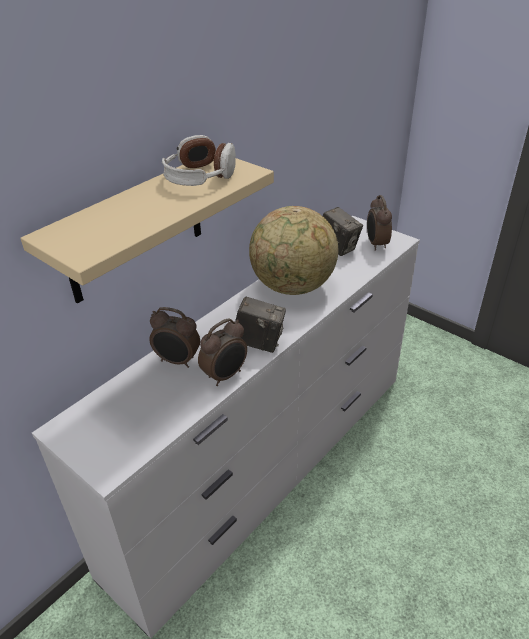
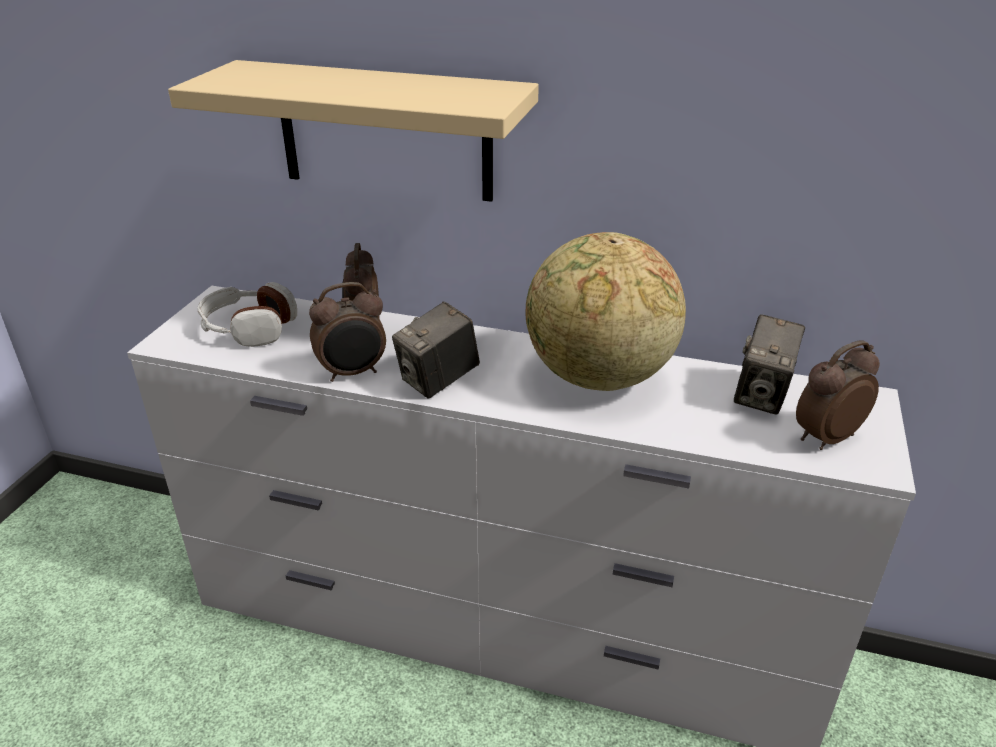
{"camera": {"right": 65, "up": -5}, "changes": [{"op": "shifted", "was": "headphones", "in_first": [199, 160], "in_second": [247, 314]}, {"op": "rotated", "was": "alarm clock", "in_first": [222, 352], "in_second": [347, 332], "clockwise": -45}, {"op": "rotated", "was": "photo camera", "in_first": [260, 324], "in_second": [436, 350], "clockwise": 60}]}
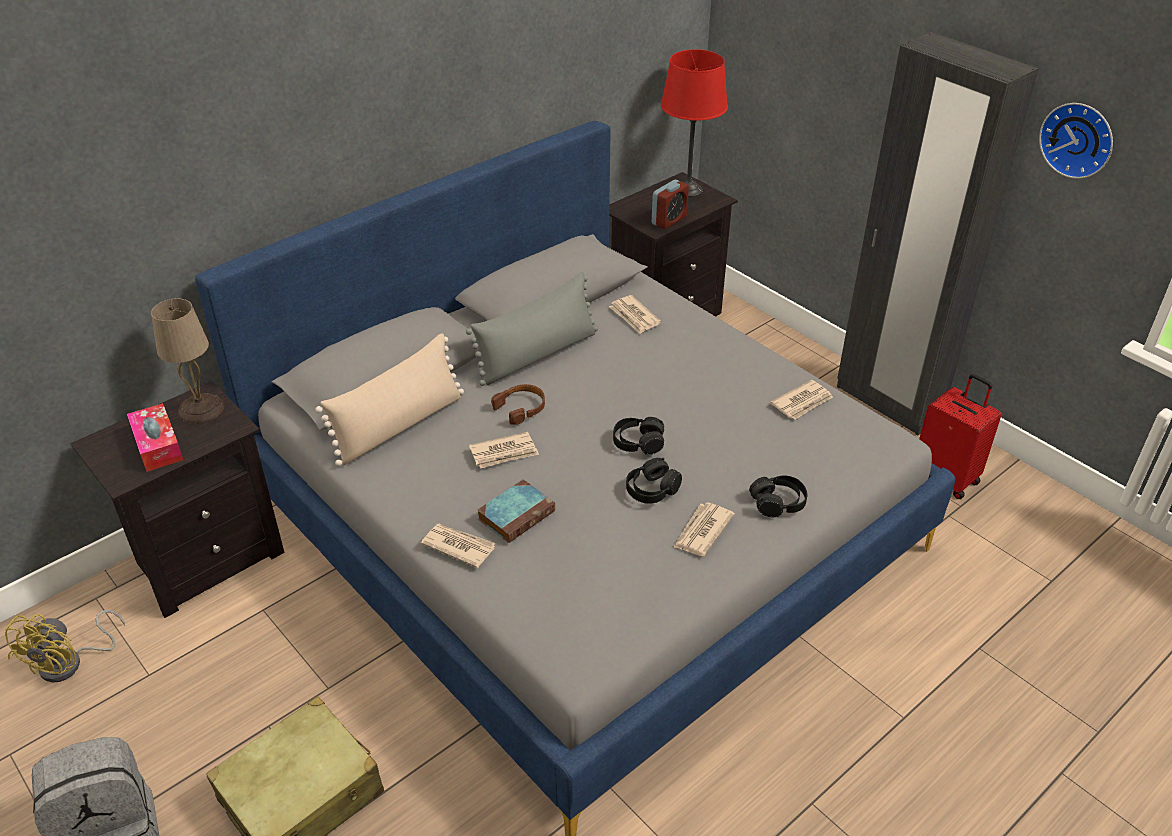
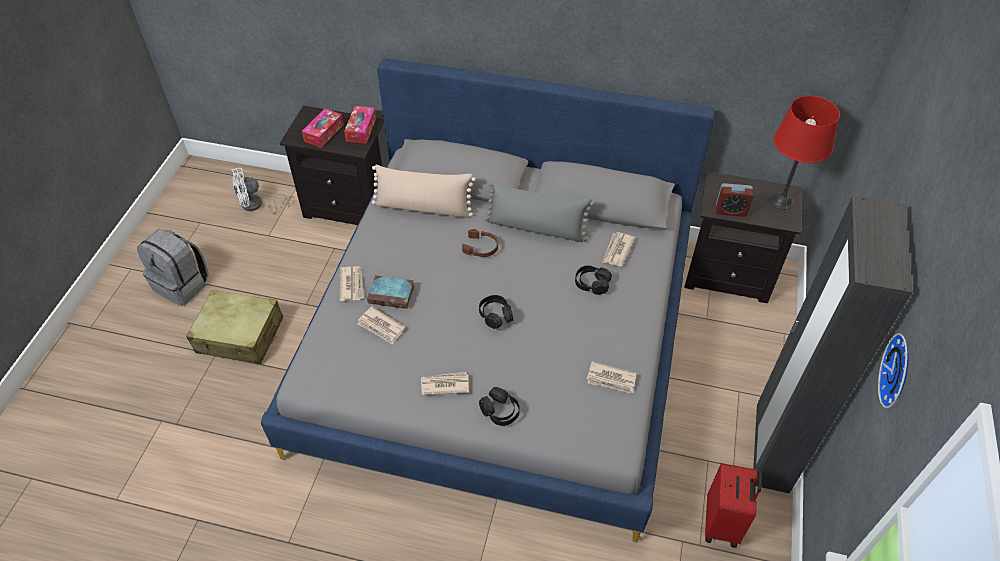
{"camera": {"right": 55, "up": 10}, "changes": [{"op": "repainted", "was": "yellow fan", "now": "white fan", "in_first": [65, 646], "in_second": [260, 190]}, {"op": "swapped", "was": "beige table lamp", "now": "tissue box", "in_first": [188, 361], "in_second": [360, 125]}, {"op": "shifted", "was": "newspaper", "in_first": [504, 450], "in_second": [381, 325]}, {"op": "shifted", "was": "black headphones", "in_first": [654, 481], "in_second": [593, 280]}]}
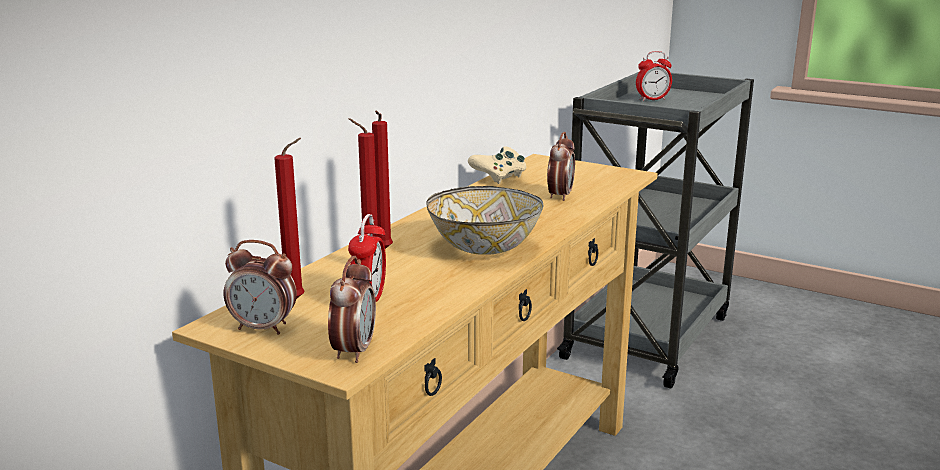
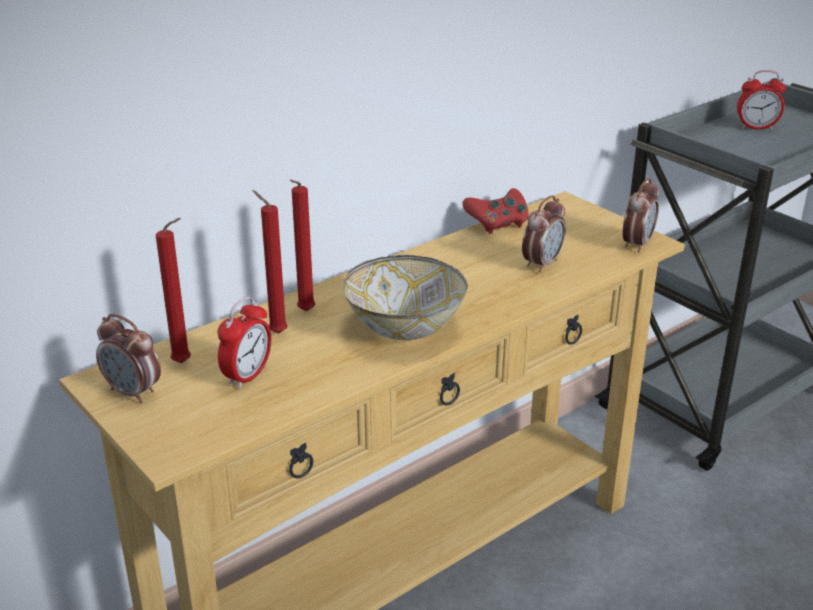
{"camera": {"right": 20, "up": 10}, "changes": [{"op": "shifted", "was": "alarm clock", "in_first": [352, 309], "in_second": [641, 214]}, {"op": "repainted", "was": "beige game controller", "now": "red game controller", "in_first": [497, 165], "in_second": [495, 211]}]}
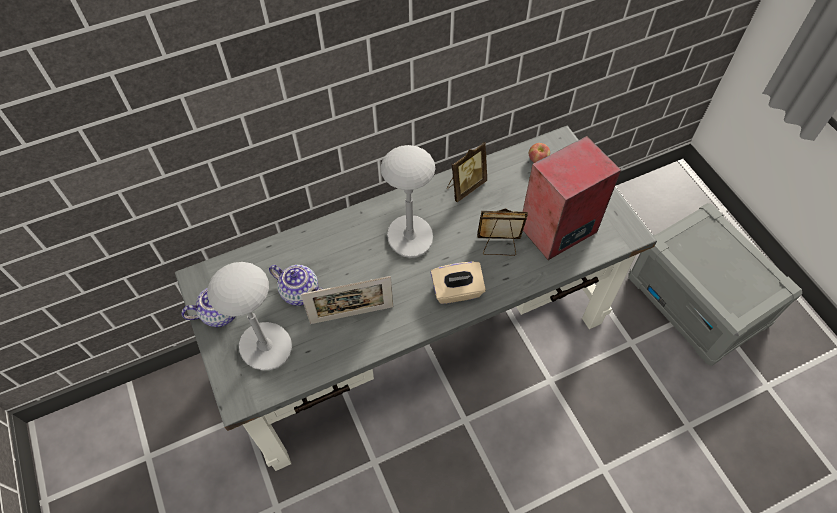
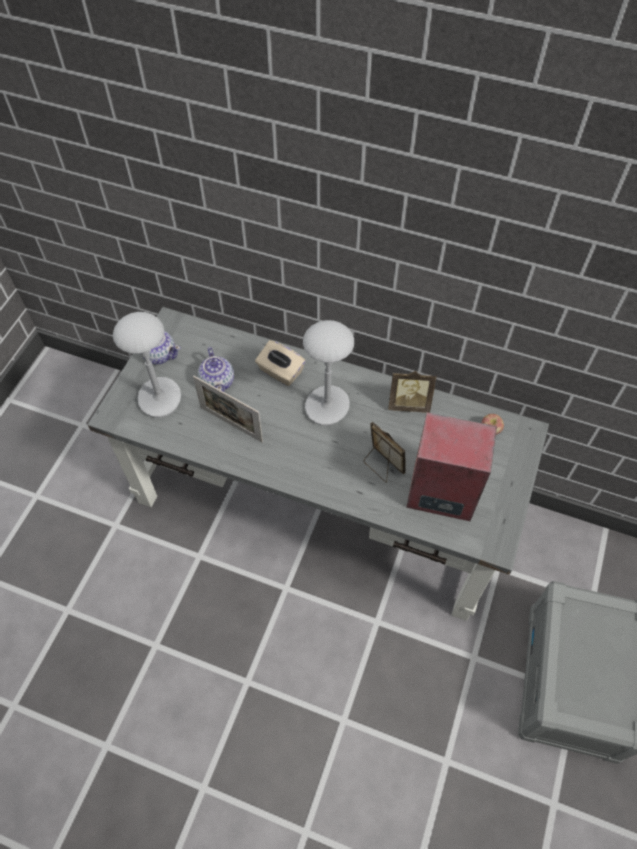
{"camera": {"right": 45, "up": 0}, "changes": [{"op": "shifted", "was": "beige tissue box", "in_first": [458, 282], "in_second": [280, 363]}]}
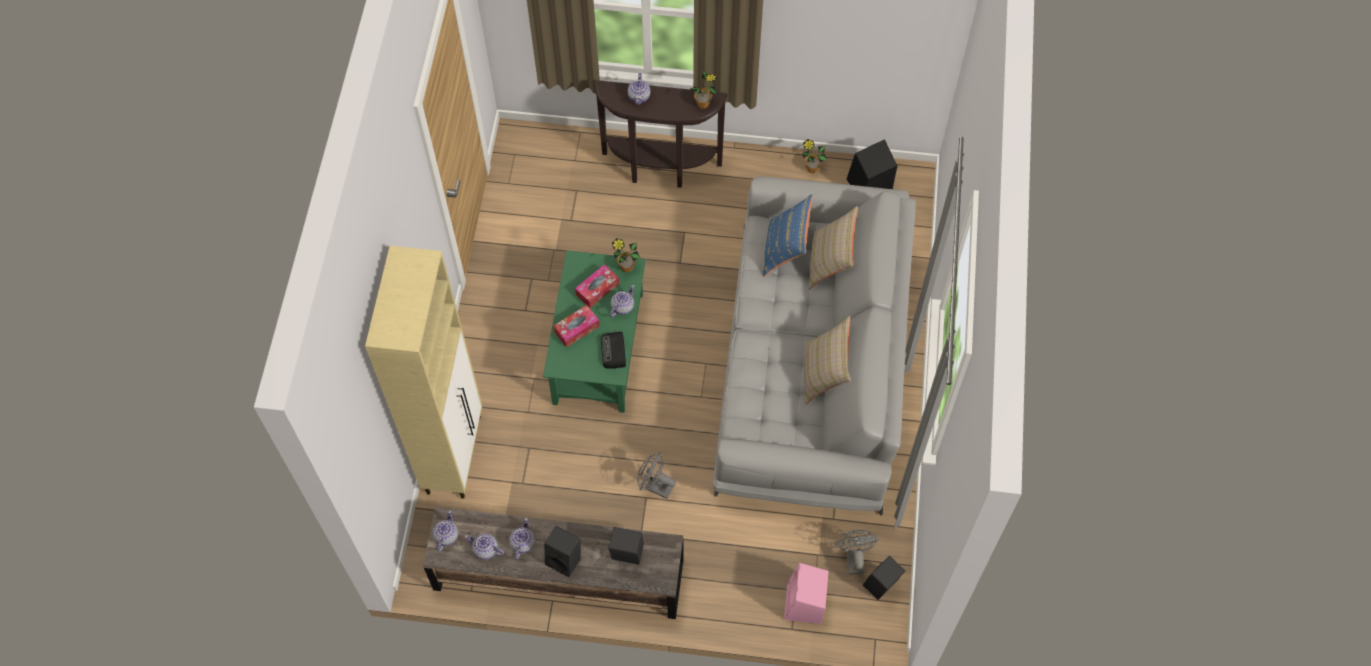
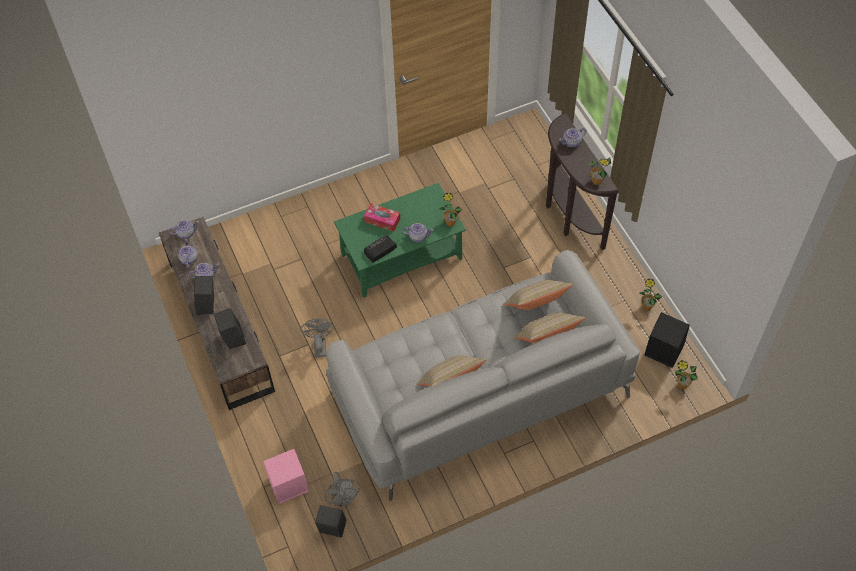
{"camera": {"right": 60, "up": -5}, "changes": [{"op": "gone", "was": "beige cabinet", "in_first": [423, 372]}, {"op": "gone", "was": "tissue box", "in_first": [597, 286]}, {"op": "repainted", "was": "blue pillow", "now": "beige pillow", "in_first": [788, 235], "in_second": [538, 295]}, {"op": "rotated", "was": "grey fan", "in_first": [857, 552], "in_second": [342, 489], "clockwise": 105}, {"op": "new", "now": "potted plant", "in_second": [686, 374]}]}
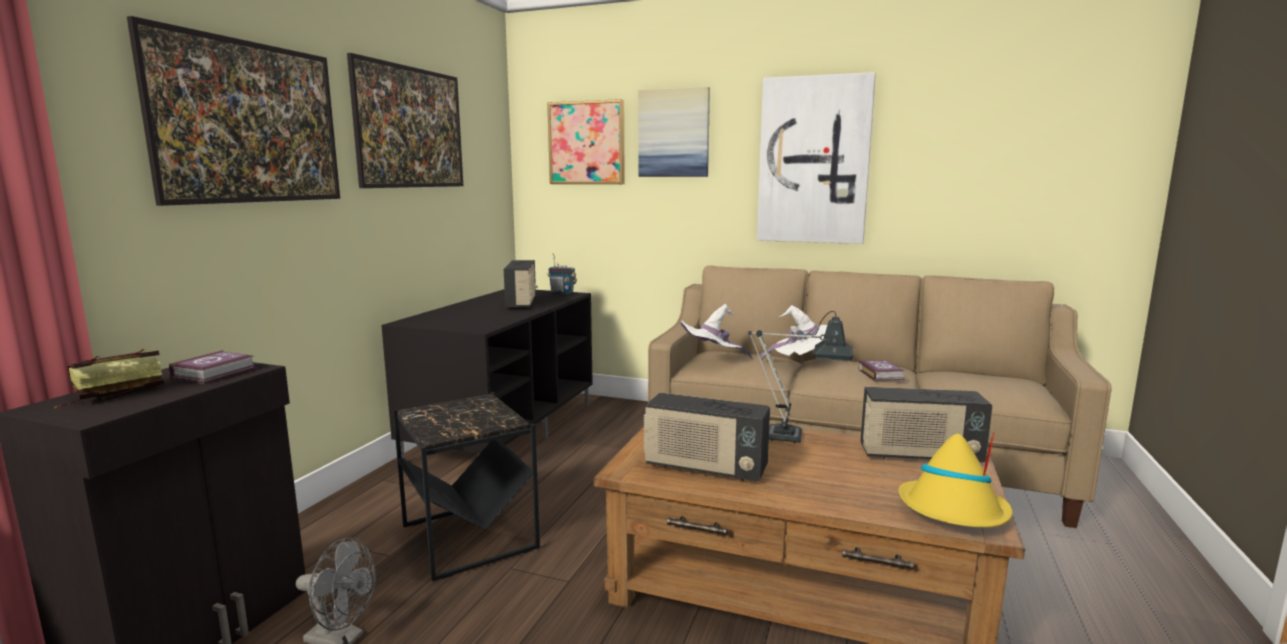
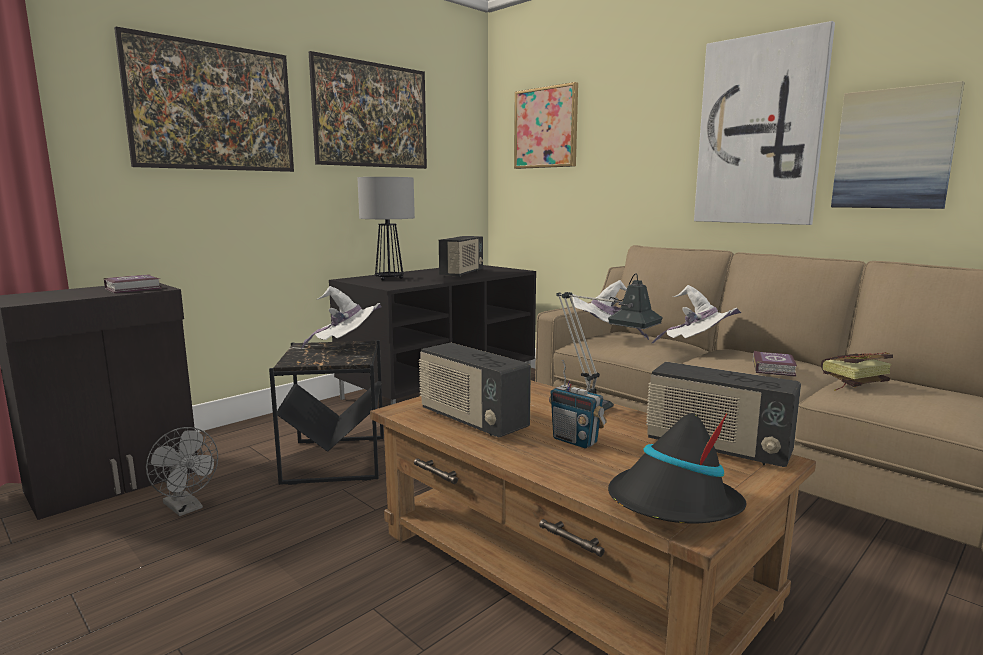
{"camera": {"right": 25, "up": 0}, "changes": [{"op": "shifted", "was": "book", "in_first": [109, 378], "in_second": [857, 372]}, {"op": "shifted", "was": "radio", "in_first": [562, 273], "in_second": [578, 404]}, {"op": "shifted", "was": "picture", "in_first": [674, 132], "in_second": [897, 145]}, {"op": "repainted", "was": "yellow hat", "now": "black hat", "in_first": [955, 479], "in_second": [677, 468]}, {"op": "new", "now": "white hat", "in_second": [341, 317]}, {"op": "new", "now": "table lamp", "in_second": [386, 228]}]}
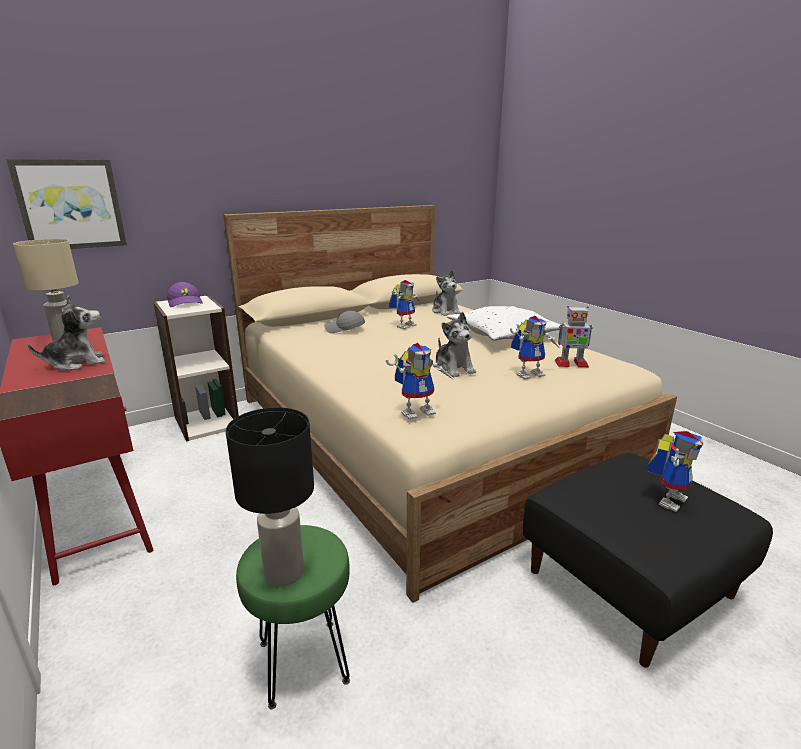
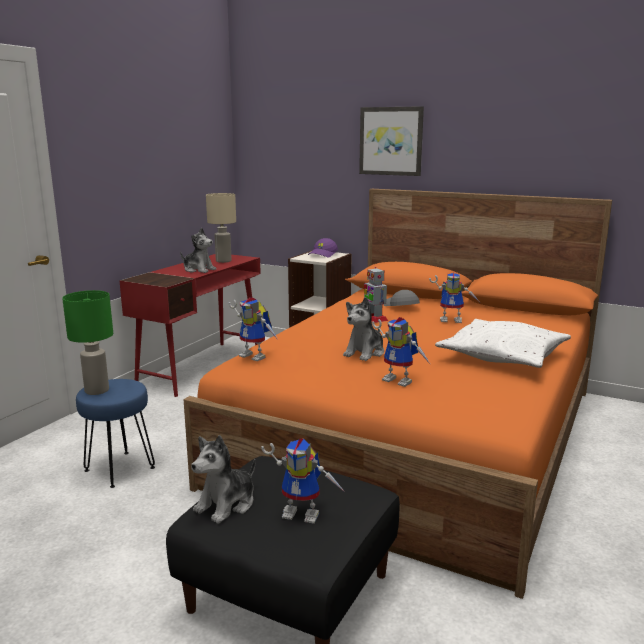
{"camera": {"right": 60, "up": -5}, "changes": [{"op": "shifted", "was": "picture", "in_first": [66, 204], "in_second": [391, 141]}, {"op": "repainted", "was": "beige bed", "now": "orange bed", "in_first": [450, 404], "in_second": [398, 394]}, {"op": "repainted", "was": "black table lamp", "now": "green table lamp", "in_first": [270, 496], "in_second": [87, 342]}, {"op": "repainted", "was": "green stool", "now": "blue stool", "in_first": [293, 617], "in_second": [115, 433]}, {"op": "shifted", "was": "plush toy", "in_first": [446, 293], "in_second": [223, 479]}, {"op": "shifted", "was": "toy robot", "in_first": [574, 336], "in_second": [376, 295]}]}
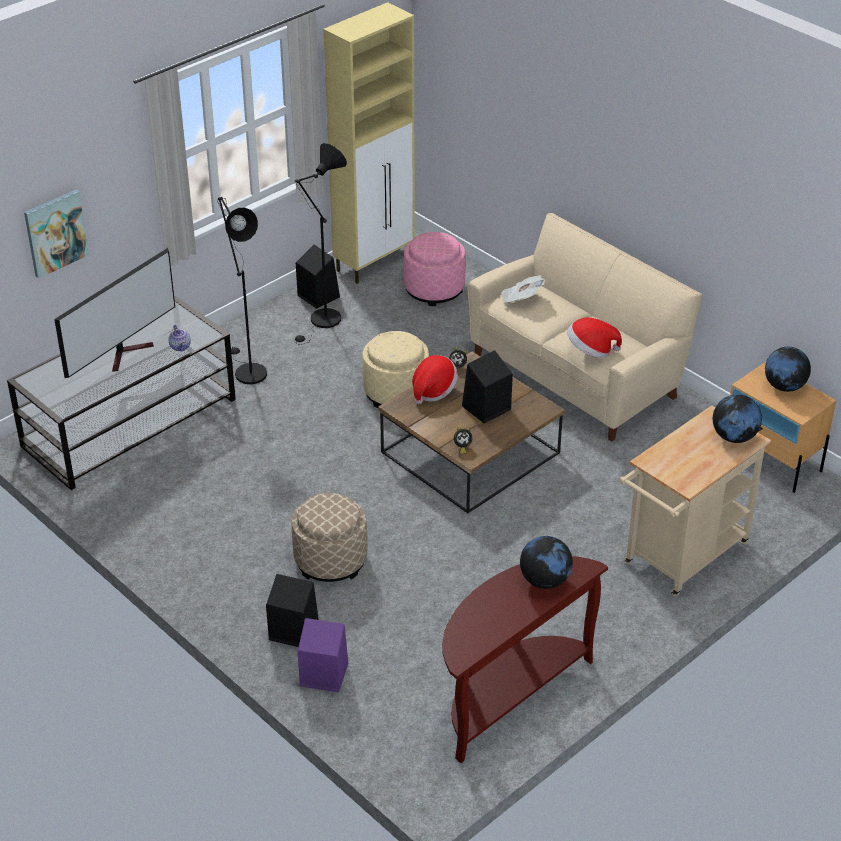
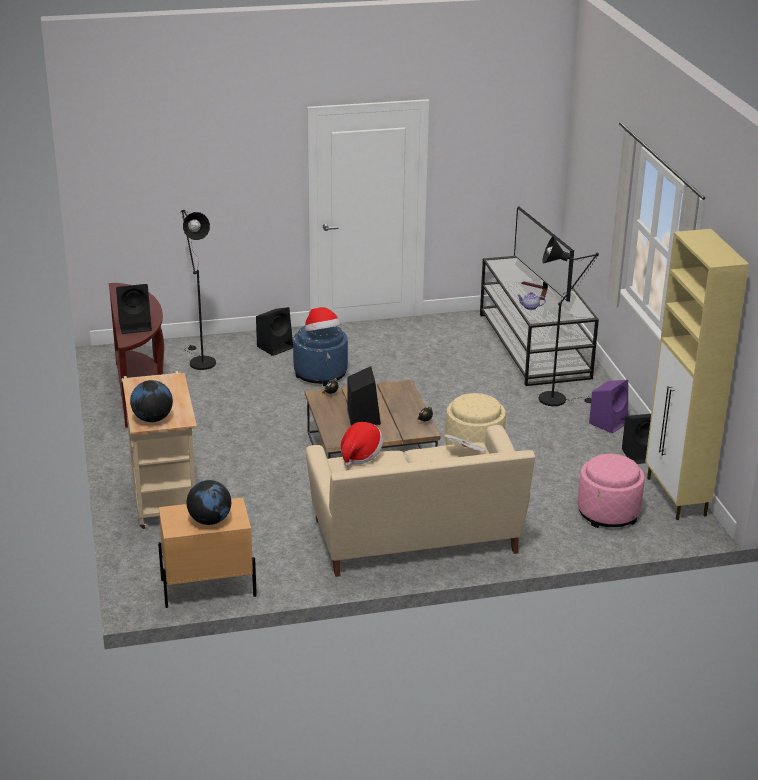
{"camera": {"right": 120, "up": -10}, "changes": [{"op": "gone", "was": "picture", "in_first": [56, 233]}, {"op": "repainted", "was": "beige ottoman", "now": "blue ottoman", "in_first": [329, 537], "in_second": [320, 356]}, {"op": "shifted", "was": "black floor lamp", "in_first": [320, 244], "in_second": [198, 290]}, {"op": "shifted", "was": "purple speaker", "in_first": [322, 655], "in_second": [608, 406]}, {"op": "shifted", "was": "hat", "in_first": [435, 379], "in_second": [322, 319]}, {"op": "swapped", "was": "globe", "now": "black speaker", "in_first": [546, 562], "in_second": [134, 309]}]}
